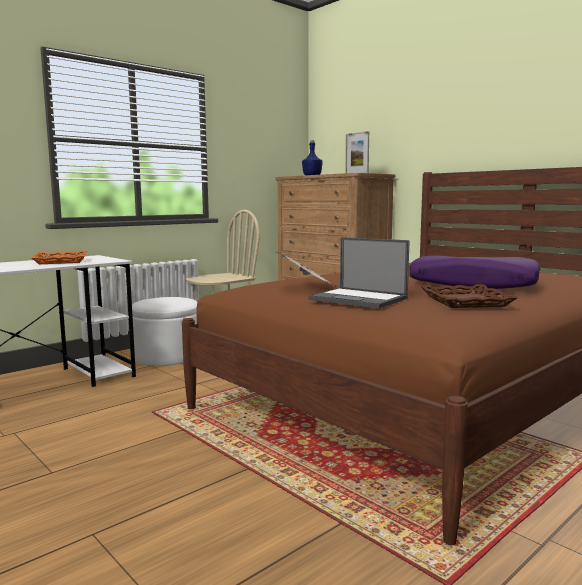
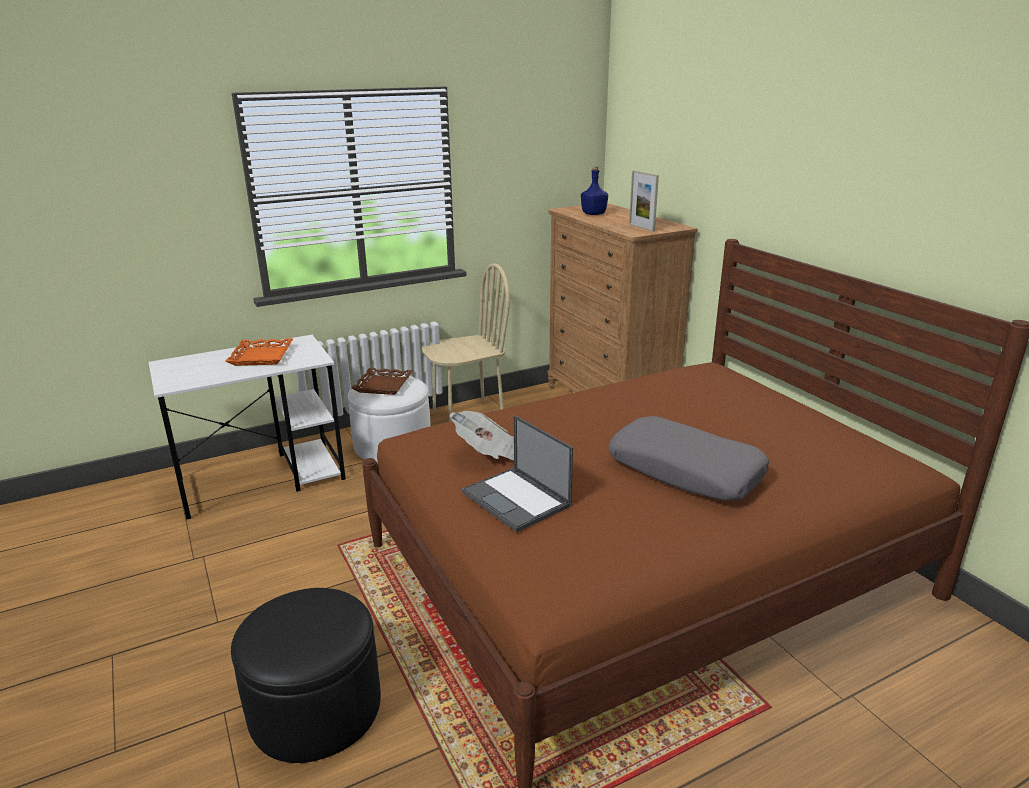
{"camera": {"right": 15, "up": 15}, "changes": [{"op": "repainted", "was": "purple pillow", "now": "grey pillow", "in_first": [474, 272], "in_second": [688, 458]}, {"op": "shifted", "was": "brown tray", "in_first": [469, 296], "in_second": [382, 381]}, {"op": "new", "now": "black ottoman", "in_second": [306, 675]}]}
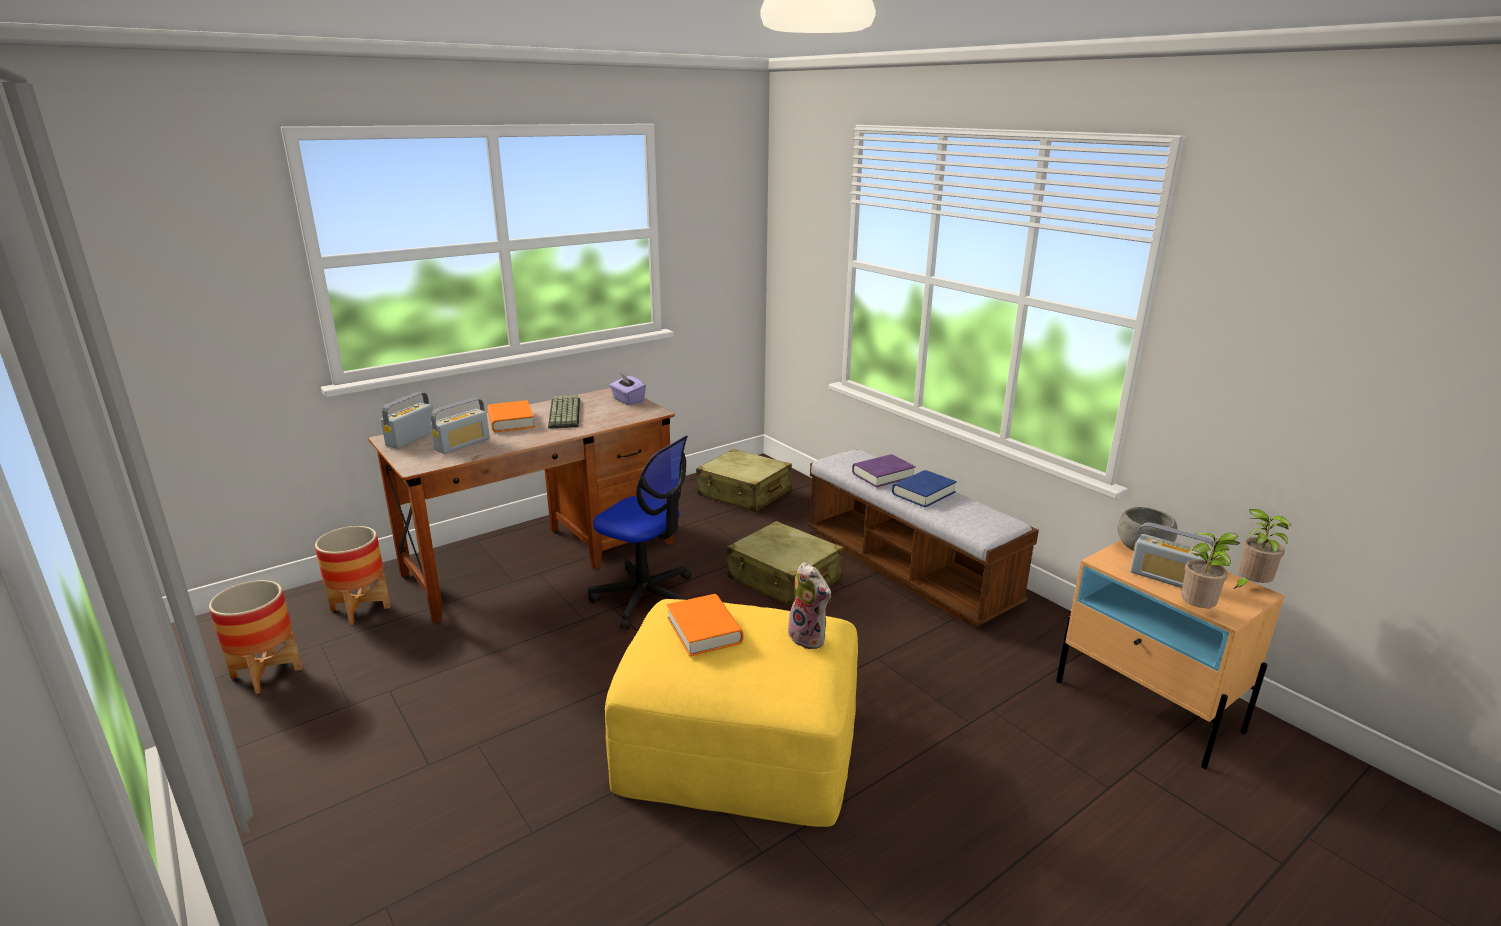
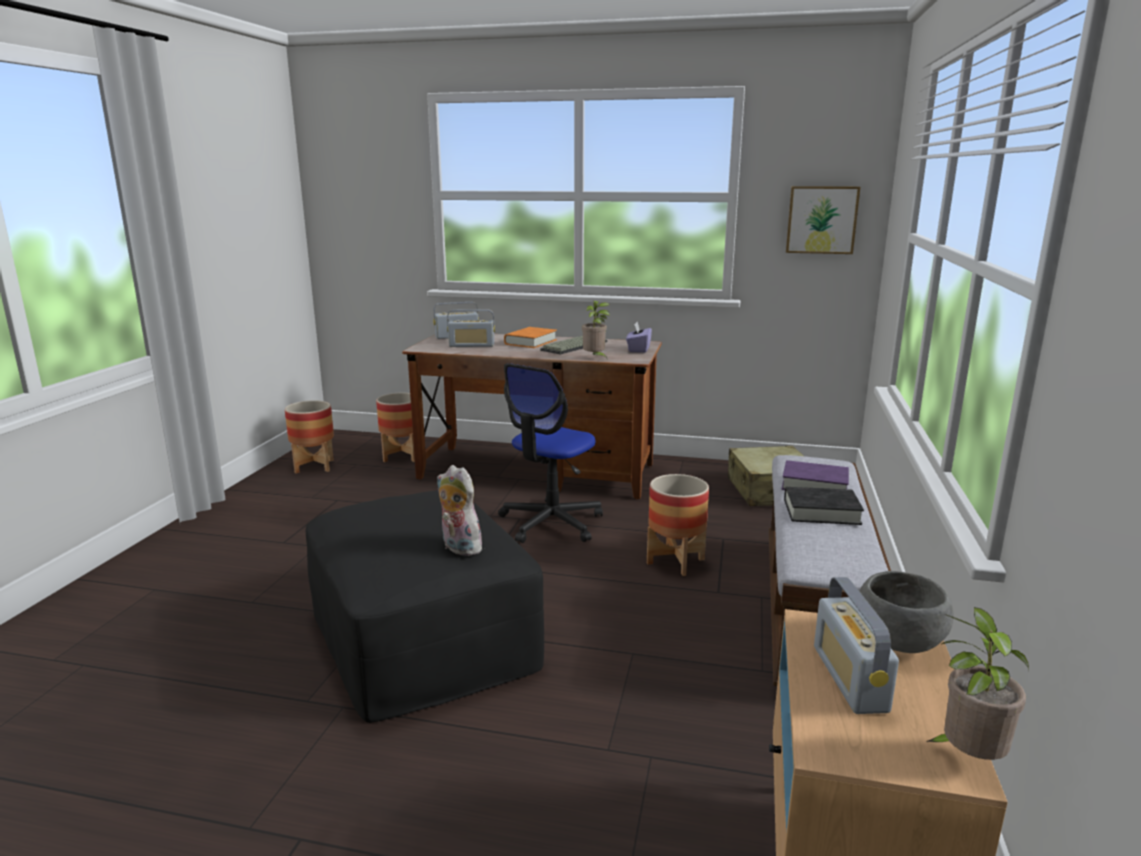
{"camera": {"right": 50, "up": -5}, "changes": [{"op": "rotated", "was": "office chair", "in_first": [640, 533], "in_second": [550, 453], "clockwise": 45}, {"op": "repainted", "was": "yellow ottoman", "now": "black ottoman", "in_first": [731, 713], "in_second": [425, 606]}, {"op": "gone", "was": "orange book", "in_first": [705, 625]}, {"op": "swapped", "was": "beige suitcase", "now": "planter", "in_first": [785, 564], "in_second": [678, 525]}, {"op": "rotated", "was": "plush toy", "in_first": [809, 605], "in_second": [461, 510], "clockwise": 120}, {"op": "repainted", "was": "blue book", "now": "black book", "in_first": [924, 489], "in_second": [824, 506]}, {"op": "shifted", "was": "potted plant", "in_first": [1210, 571], "in_second": [596, 330]}, {"op": "new", "now": "picture", "in_second": [823, 220]}]}
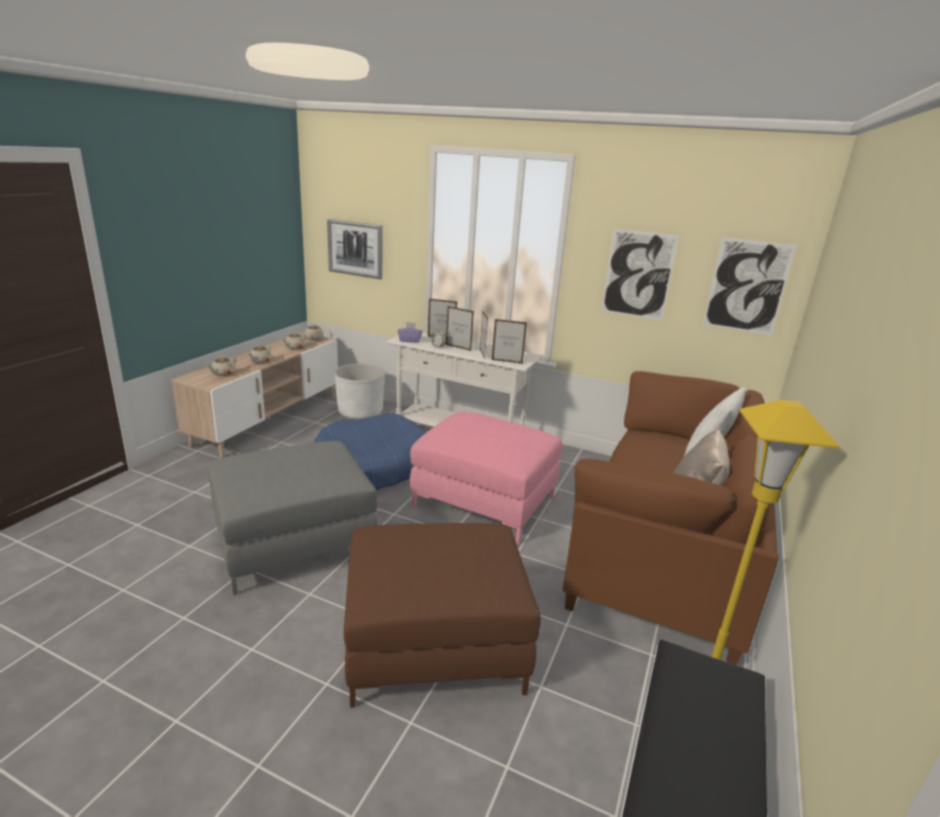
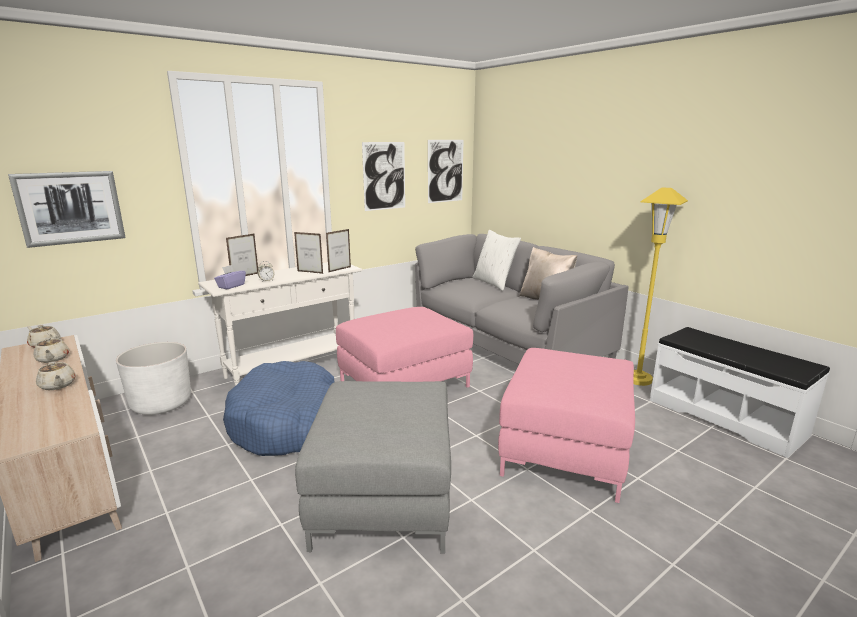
{"camera": {"right": -60, "up": -5}, "changes": [{"op": "gone", "was": "beige teapot", "in_first": [221, 366]}, {"op": "repainted", "was": "brown ottoman", "now": "pink ottoman", "in_first": [442, 615], "in_second": [566, 425]}, {"op": "gone", "was": "picture frame", "in_first": [460, 328]}, {"op": "repainted", "was": "brown sofa", "now": "grey sofa", "in_first": [671, 518], "in_second": [522, 299]}]}
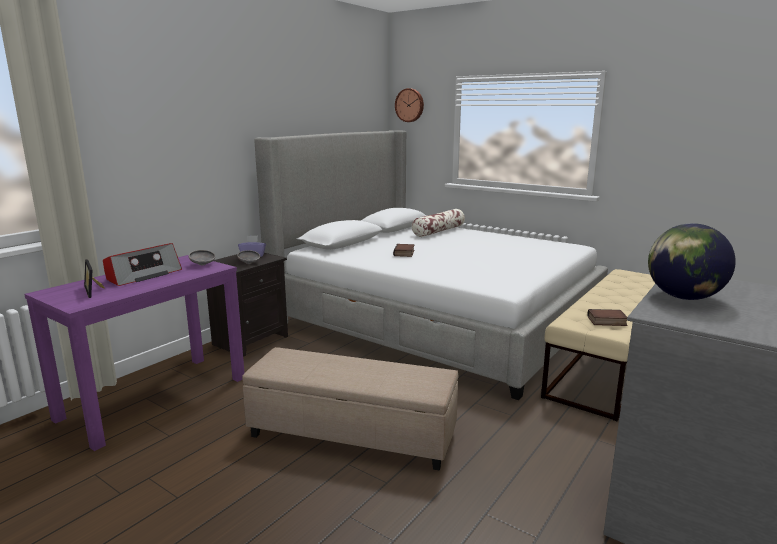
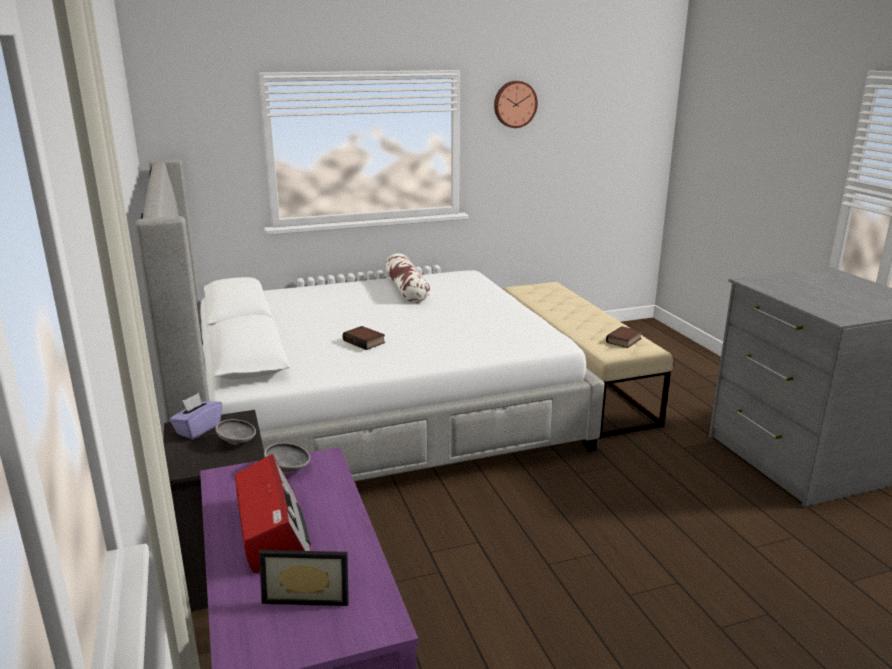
{"camera": {"right": -55, "up": 5}, "changes": [{"op": "gone", "was": "beige ottoman", "in_first": [350, 409]}, {"op": "shifted", "was": "wall clock", "in_first": [409, 105], "in_second": [516, 104]}, {"op": "shifted", "was": "pillow", "in_first": [438, 223], "in_second": [407, 278]}, {"op": "gone", "was": "globe", "in_first": [692, 261]}]}
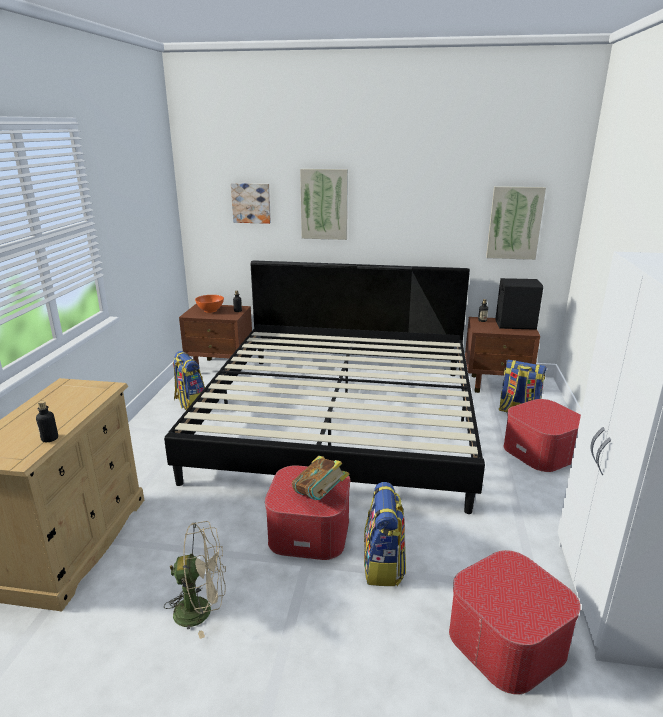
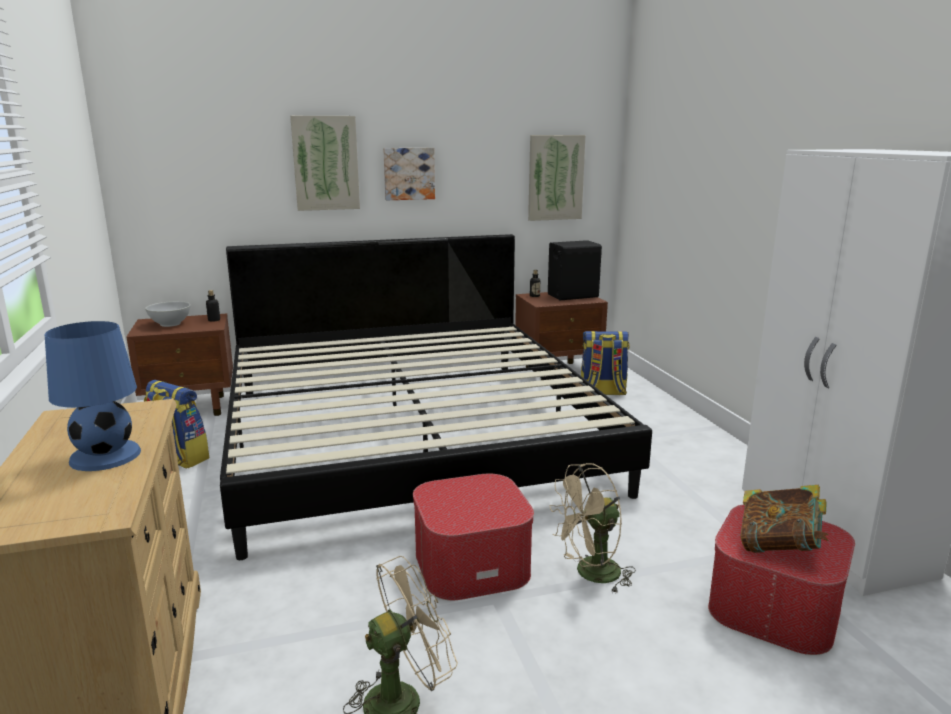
{"camera": {"right": -25, "up": -5}, "changes": [{"op": "gone", "was": "bottle", "in_first": [47, 421]}, {"op": "repainted", "was": "orange bowl", "now": "white bowl", "in_first": [209, 304], "in_second": [168, 314]}, {"op": "shifted", "was": "picture", "in_first": [251, 203], "in_second": [409, 174]}, {"op": "shifted", "was": "book", "in_first": [320, 478], "in_second": [784, 519]}, {"op": "swapped", "was": "backpack", "now": "beige fan", "in_first": [385, 534], "in_second": [593, 527]}, {"op": "gone", "was": "ottoman", "in_first": [542, 435]}, {"op": "new", "now": "blue table lamp", "in_second": [93, 396]}]}
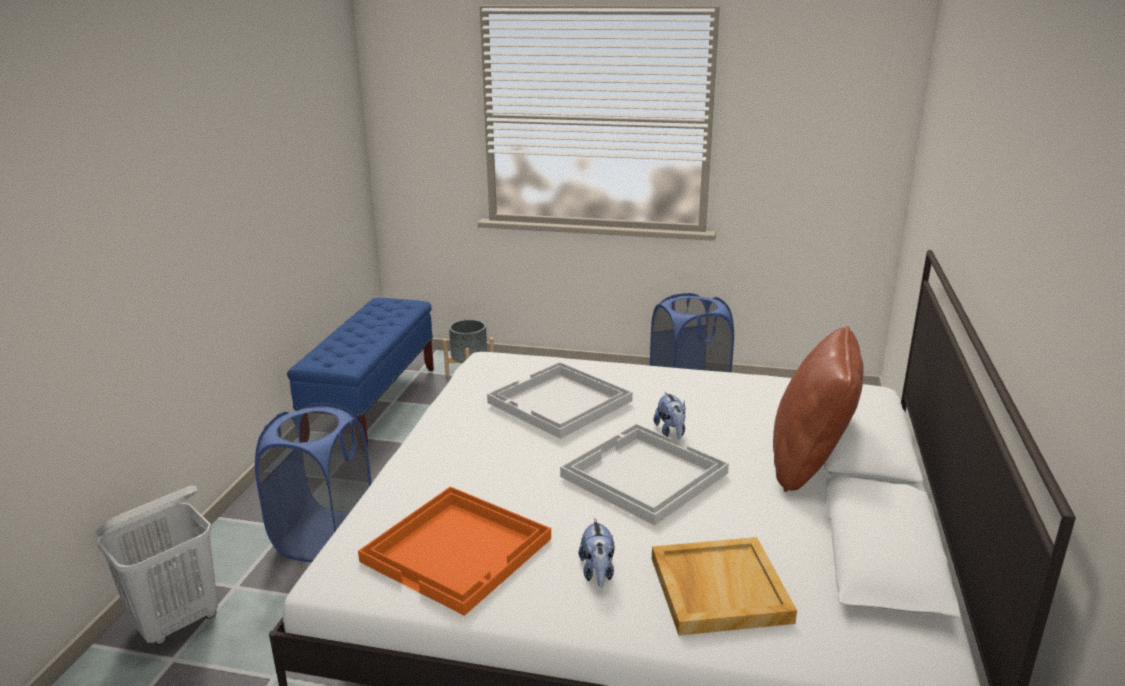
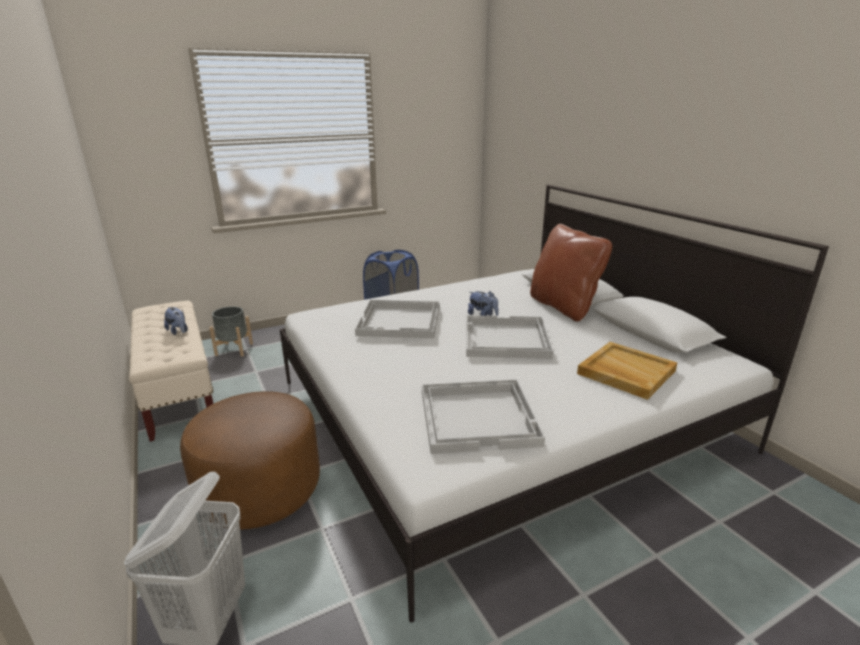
{"camera": {"right": -40, "up": 0}, "changes": [{"op": "swapped", "was": "blue laundry basket", "now": "brown ottoman", "in_first": [313, 482], "in_second": [250, 460]}, {"op": "repainted", "was": "blue bench", "now": "beige bench", "in_first": [360, 372], "in_second": [171, 371]}, {"op": "repainted", "was": "orange tray", "now": "white tray", "in_first": [454, 551], "in_second": [483, 416]}, {"op": "shifted", "was": "plush toy", "in_first": [596, 553], "in_second": [176, 321]}]}
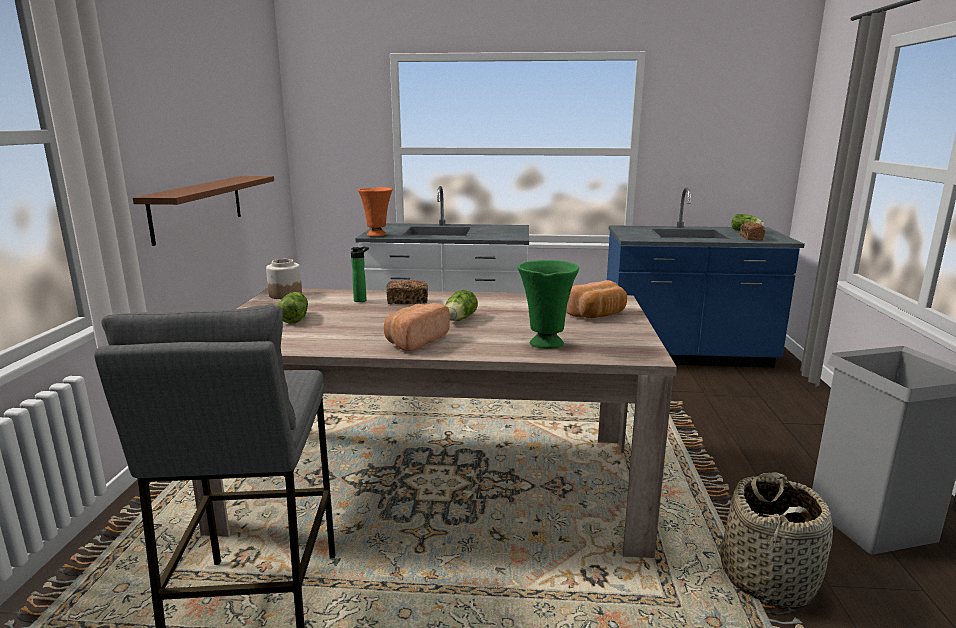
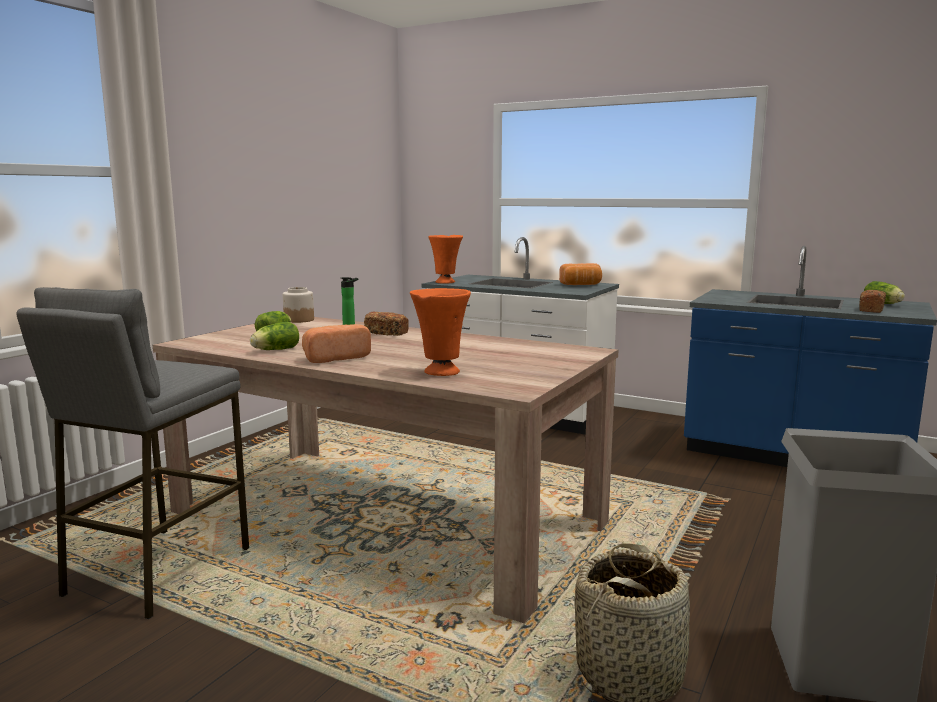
{"camera": {"right": 25, "up": -5}, "changes": [{"op": "gone", "was": "brown shelf", "in_first": [203, 211]}, {"op": "shifted", "was": "lettuce", "in_first": [461, 305], "in_second": [274, 336]}, {"op": "repainted", "was": "green vase", "now": "orange vase", "in_first": [548, 304], "in_second": [440, 332]}, {"op": "shifted", "was": "bread", "in_first": [596, 299], "in_second": [580, 274]}]}
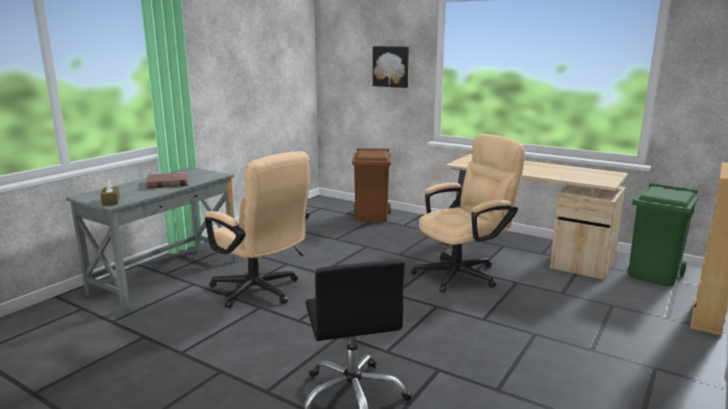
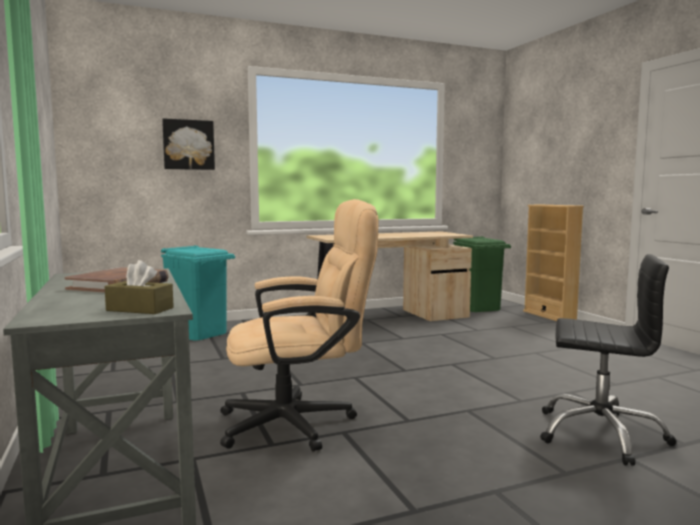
{"camera": {"right": -55, "up": -10}, "changes": [{"op": "repainted", "was": "brown trash can", "now": "turquoise trash can", "in_first": [371, 185], "in_second": [198, 292]}, {"op": "gone", "was": "beige office chair", "in_first": [468, 213]}]}
